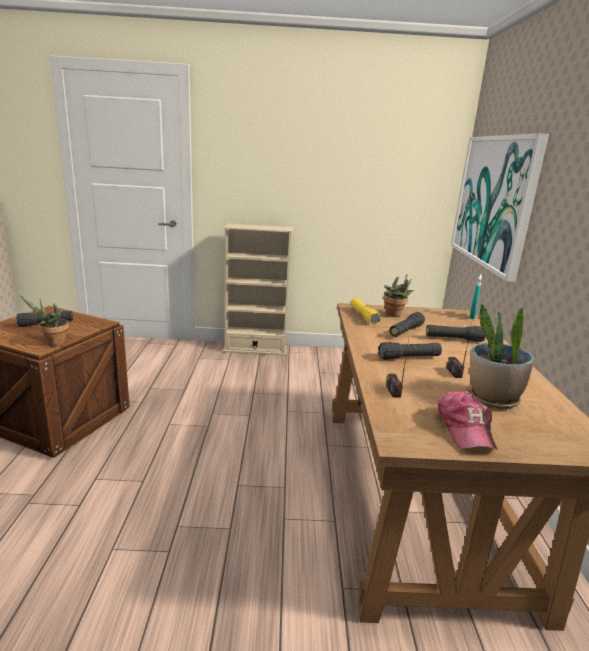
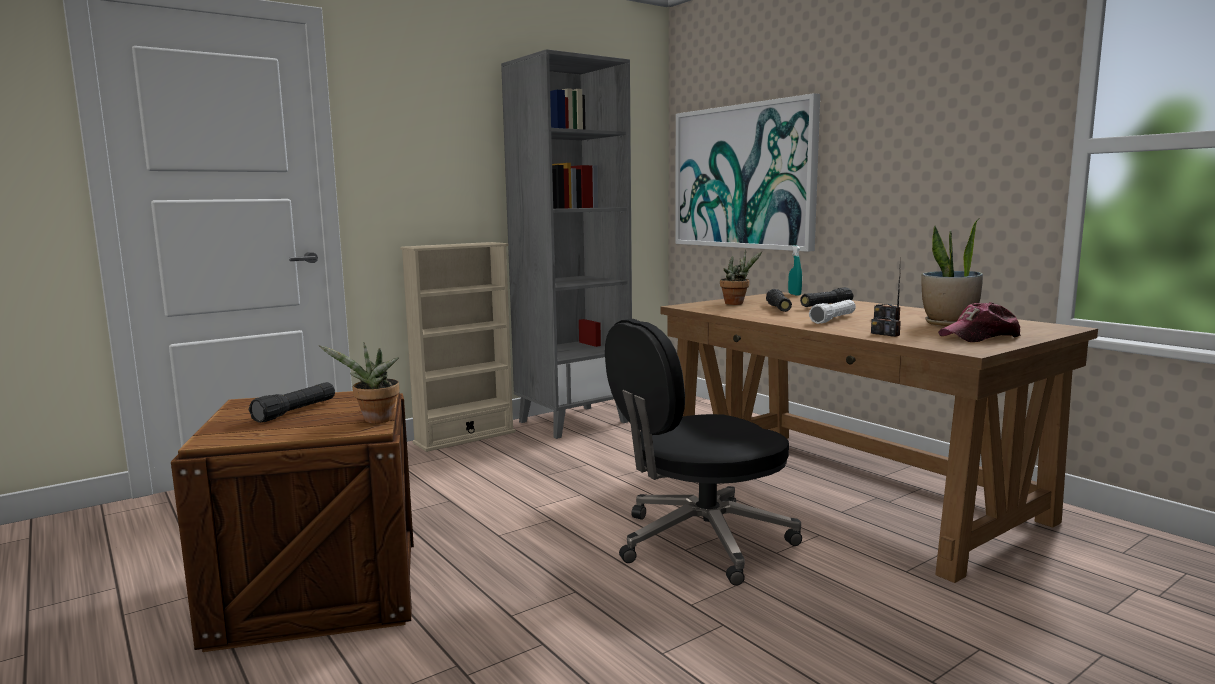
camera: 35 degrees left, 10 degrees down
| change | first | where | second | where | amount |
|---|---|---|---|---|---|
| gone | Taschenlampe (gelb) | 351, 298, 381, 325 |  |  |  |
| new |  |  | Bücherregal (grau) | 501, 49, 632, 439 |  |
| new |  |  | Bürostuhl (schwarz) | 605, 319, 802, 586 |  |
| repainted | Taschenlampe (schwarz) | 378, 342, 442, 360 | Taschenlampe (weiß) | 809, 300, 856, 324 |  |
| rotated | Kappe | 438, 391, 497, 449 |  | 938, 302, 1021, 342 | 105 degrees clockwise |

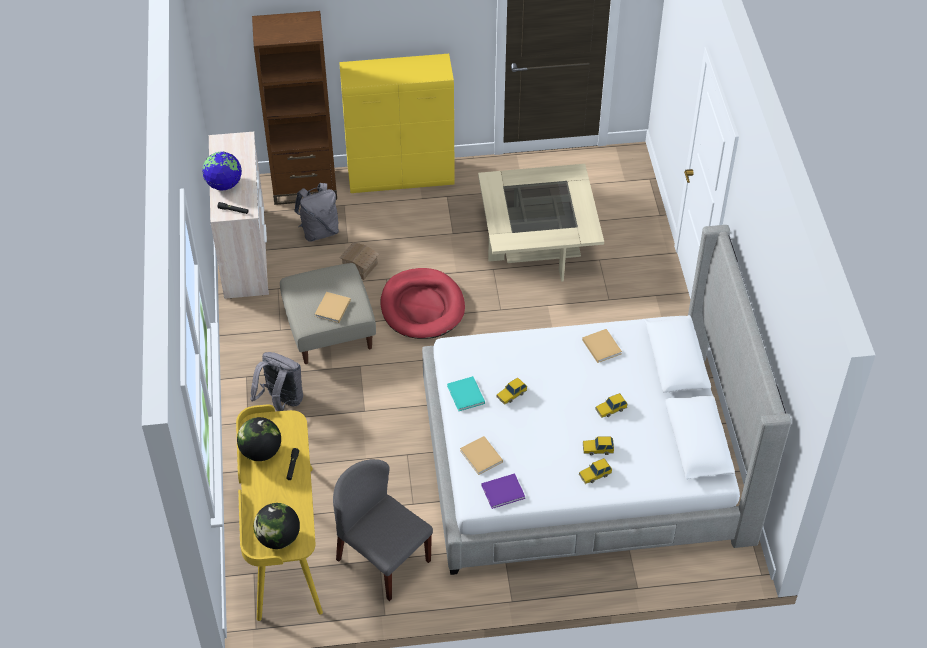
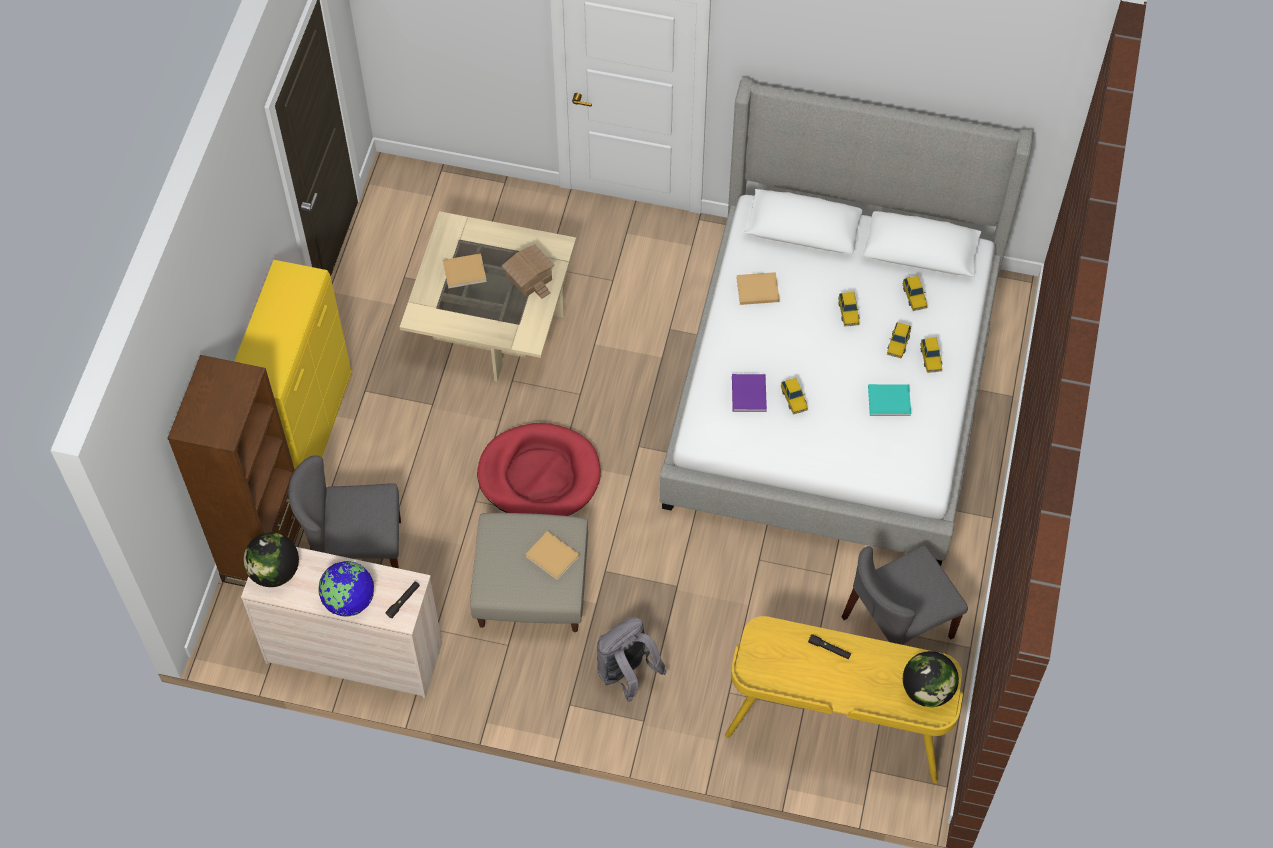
camera: 70 degrees left, 10 degrees up
| change | first | where | second | where | amount |
|---|---|---|---|---|---|
| new |  |  | Spielzeugauto | 902, 276, 928, 311 |  |
| shifted | Globus | 237, 417, 281, 461 |  | 243, 532, 299, 587 |  |
| shifted | Spielzeughaus | 339, 242, 379, 280 |  | 502, 244, 555, 299 |  |
| shifted | Buch (türkis) | 447, 376, 485, 411 |  | 868, 384, 911, 416 |  |
| shifted | Buch (beige) | 460, 436, 503, 475 |  | 443, 253, 487, 289 |  |
| shifted | Buch (lila) | 482, 473, 525, 509 |  | 732, 374, 767, 412 |  |
| swapped | Rucksack (grau) | 294, 183, 339, 242 | Stuhl (grau) | 288, 455, 401, 568 |  |

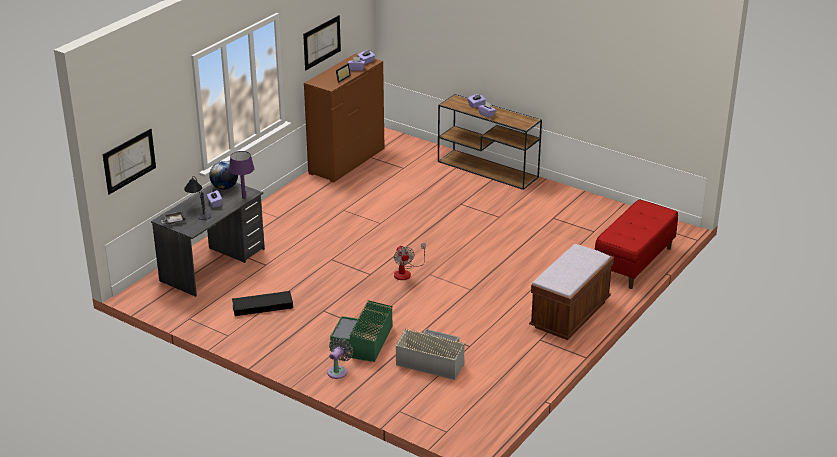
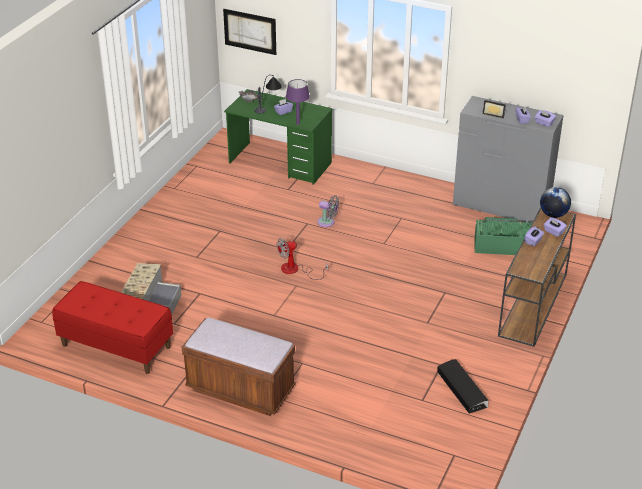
camera: 80 degrees right, 5 degrees up
| change | first | where | second | where | amount |
|---|---|---|---|---|---|
| gone | Bild | 303, 15, 341, 70 |  |  |  |
| shifted | Globus | 209, 161, 238, 190 |  | 540, 187, 571, 218 |  |
| shifted | Aufbewahrungsbox (schwarz) | 232, 291, 293, 316 |  | 437, 359, 489, 414 |  |
| shifted | Ventilator (grau) | 327, 337, 353, 379 |  | 317, 195, 339, 227 |  |
| shifted | Aufbewahrungsbox (grün) | 330, 300, 393, 362 |  | 474, 217, 532, 255 |  |
| shifted | Bank (rot) | 595, 199, 678, 289 |  | 52, 281, 173, 374 |  |
| repainted | Schreibtisch (grau) | 151, 183, 265, 297 | Schreibtisch (grün) | 224, 89, 333, 185 |  |
| repainted | Kommode (braun) | 304, 53, 385, 183 | Kommode (grau) | 453, 96, 563, 223 |  |

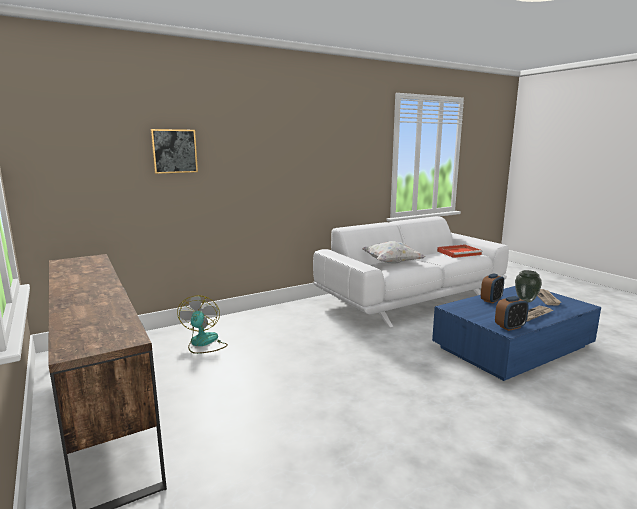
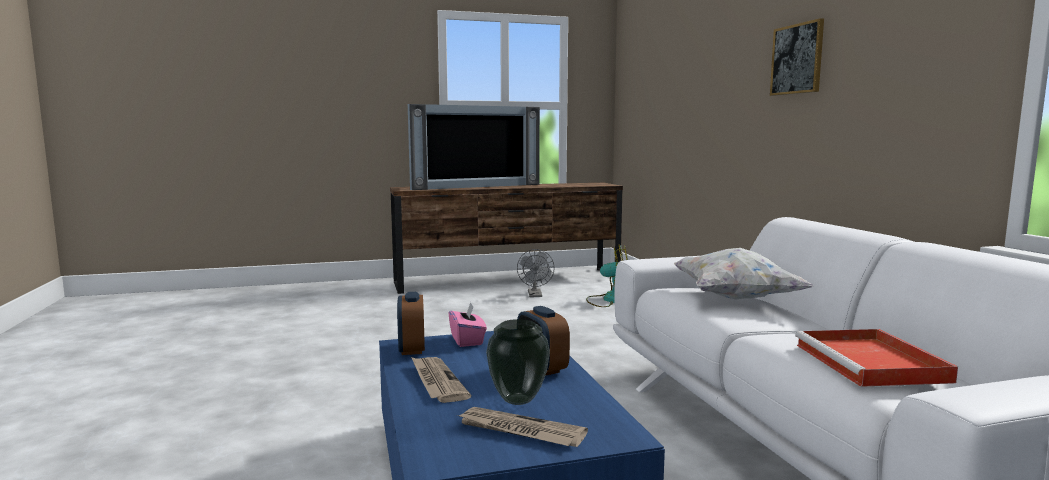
camera: 105 degrees right, 5 degrees down
| change | first | where | second | where | amount |
|---|---|---|---|---|---|
| new |  |  | Fernseher | 408, 104, 540, 190 |  |
| new |  |  | Taschentuchbox (rosa) | 449, 302, 487, 347 |  |
| new |  |  | Ventilator (grau) | 517, 249, 555, 297 |  |
| shifted | Bild | 151, 129, 198, 174 |  | 770, 18, 824, 96 |  |

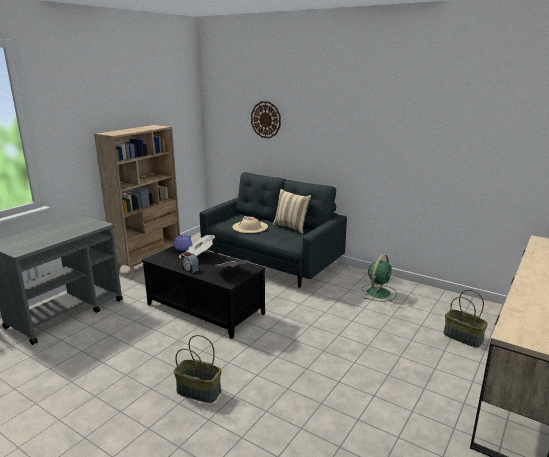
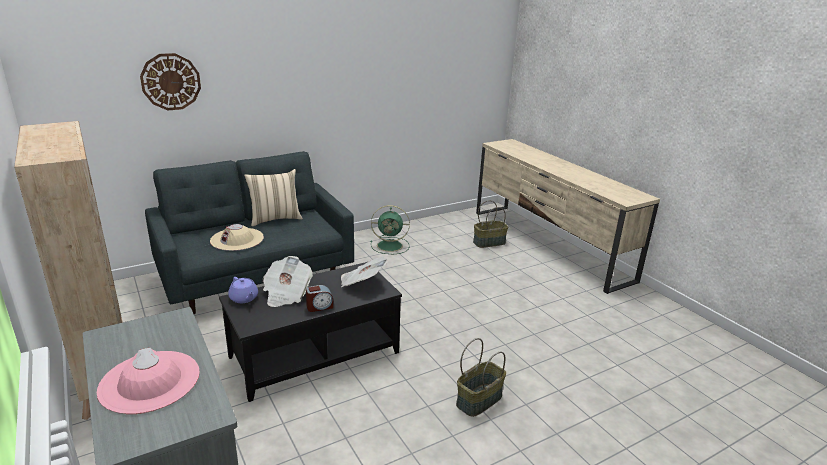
camera: 65 degrees left, 5 degrees up
| change | first | where | second | where | amount |
|---|---|---|---|---|---|
| new |  |  | Hut (rosa) | 97, 348, 200, 414 |  |
| rotated | Ventilator (grün) | 362, 254, 397, 302 |  | 370, 205, 410, 254 | 120 degrees clockwise |

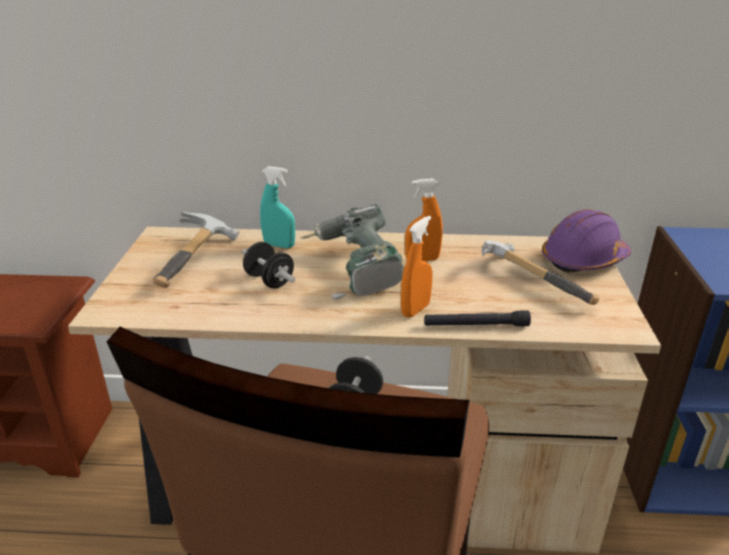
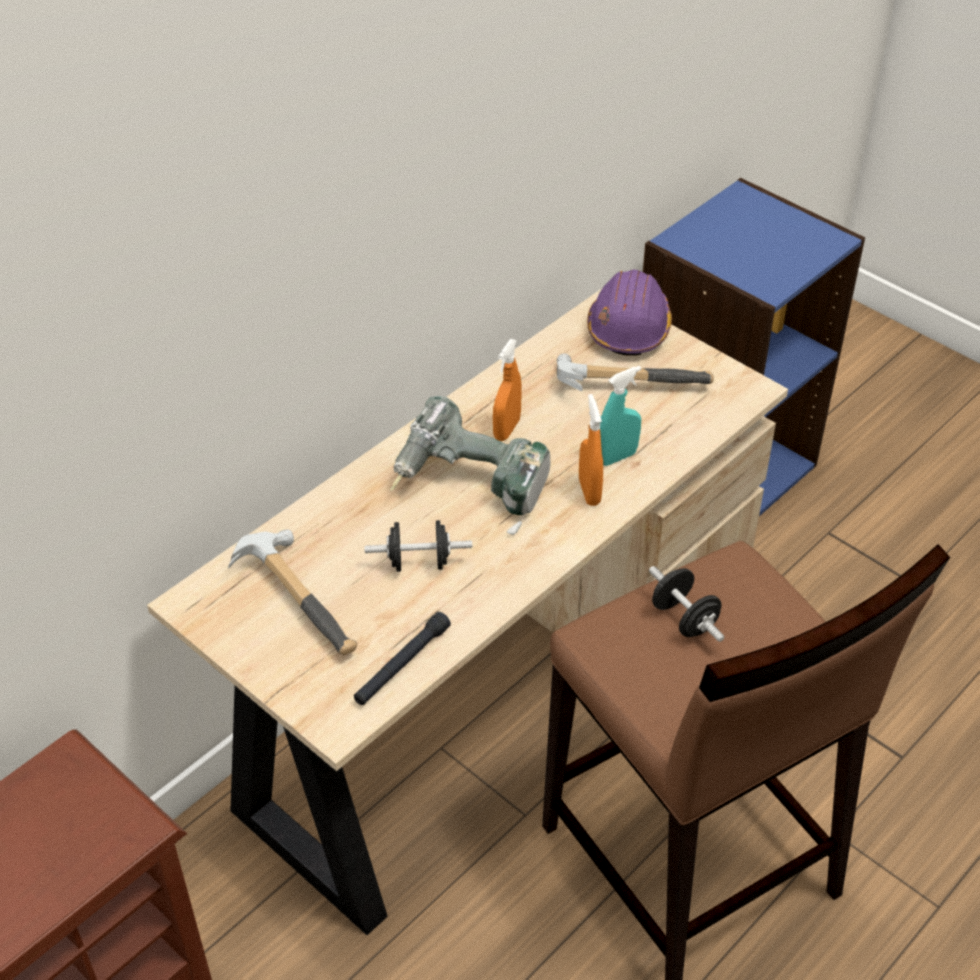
camera: 50 degrees left, 15 degrees up
| change | first | where | second | where | amount |
|---|---|---|---|---|---|
| shifted | Sprühflasche (türkis) | 260, 166, 295, 248 |  | 600, 366, 641, 466 |  |
| shifted | Taschenlampe (schwarz) | 424, 310, 531, 326 |  | 354, 612, 451, 705 |  |

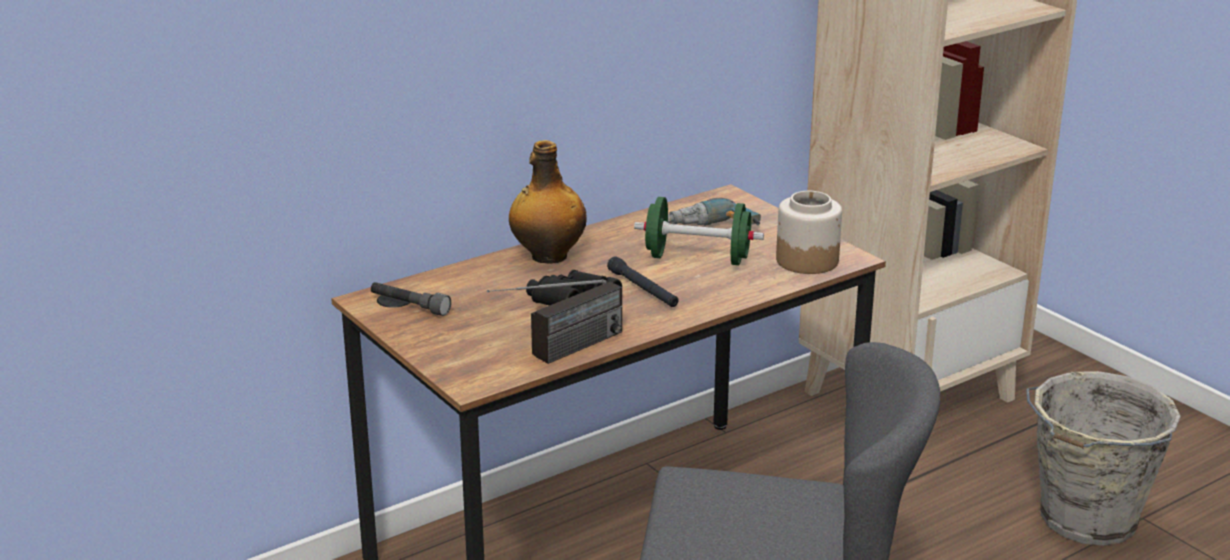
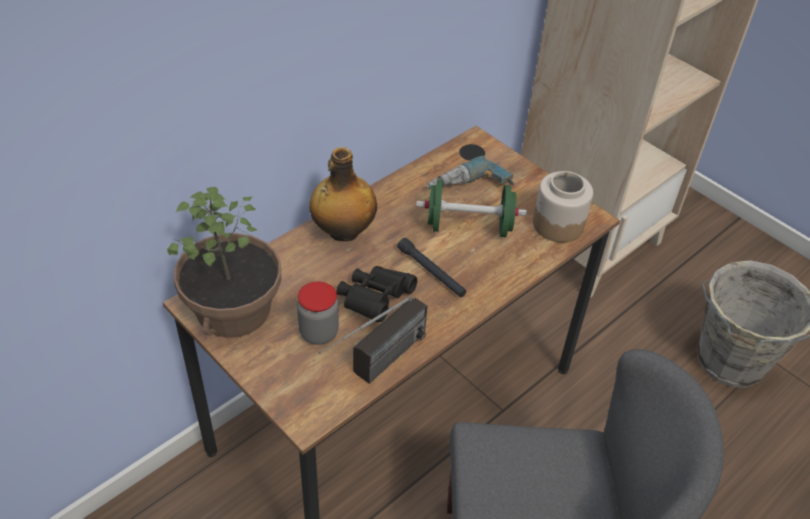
camera: 10 degrees left, 20 degrees up
| change | first | where | second | where | amount |
|---|---|---|---|---|---|
| new |  |  | Vorratsglas | 297, 281, 339, 345 |  |
| swapped | Taschenlampe (grau) | 371, 282, 451, 316 | Topfpflanze | 167, 187, 281, 338 |  |

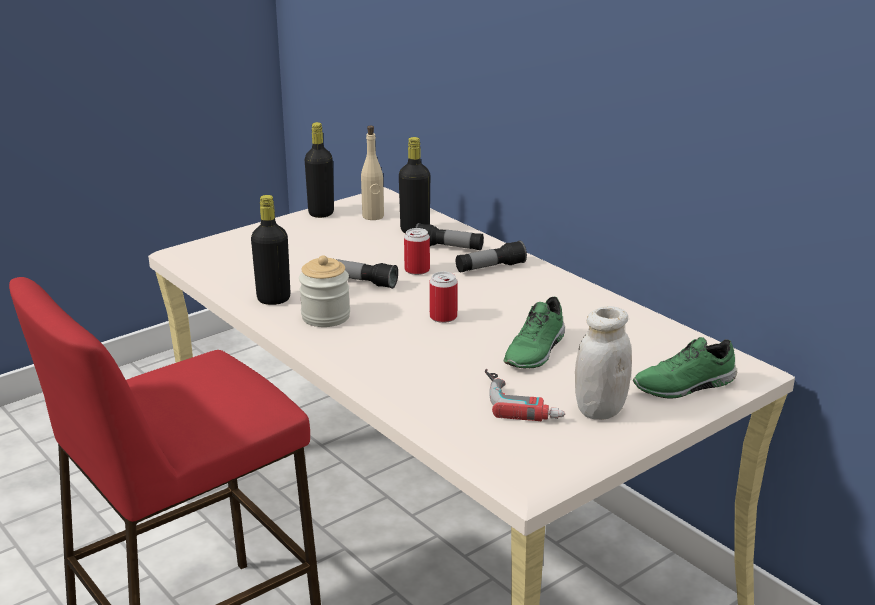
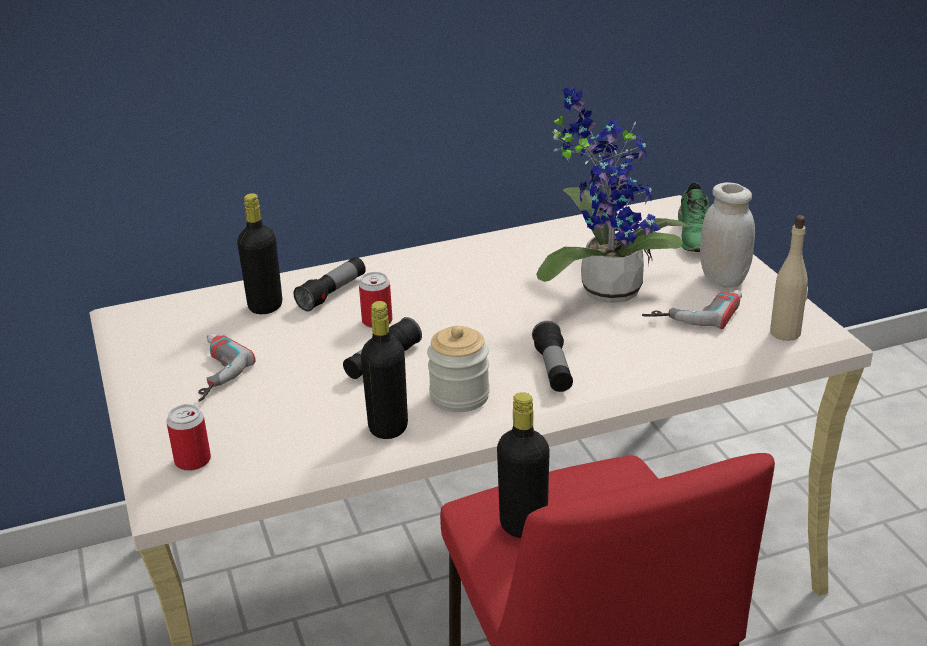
camera: 70 degrees left, 5 degrees up
| change | first | where | second | where | amount |
|---|---|---|---|---|---|
| new |  |  | Bohrmaschine | 198, 333, 255, 402 |  |
| shifted | Flasche (schwarz) | 305, 122, 334, 218 |  | 497, 392, 550, 538 |  |
| shifted | Flasche (beige) | 361, 126, 384, 220 |  | 770, 215, 808, 341 |  |
| shifted | Dose | 429, 272, 458, 323 |  | 166, 404, 211, 471 |  |
| shifted | Taschenlampe | 456, 240, 527, 272 |  | 532, 321, 573, 392 |  |
| swapped | Schuh (grün) | 504, 297, 565, 369 | Topfpflanze | 536, 87, 689, 303 |  |

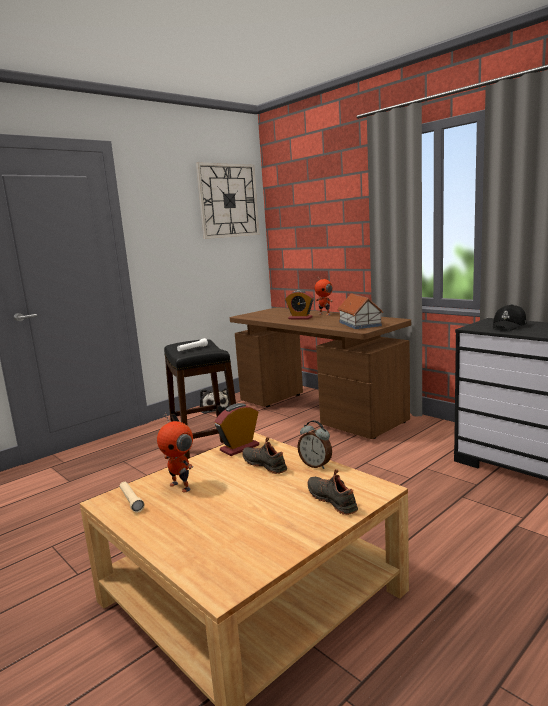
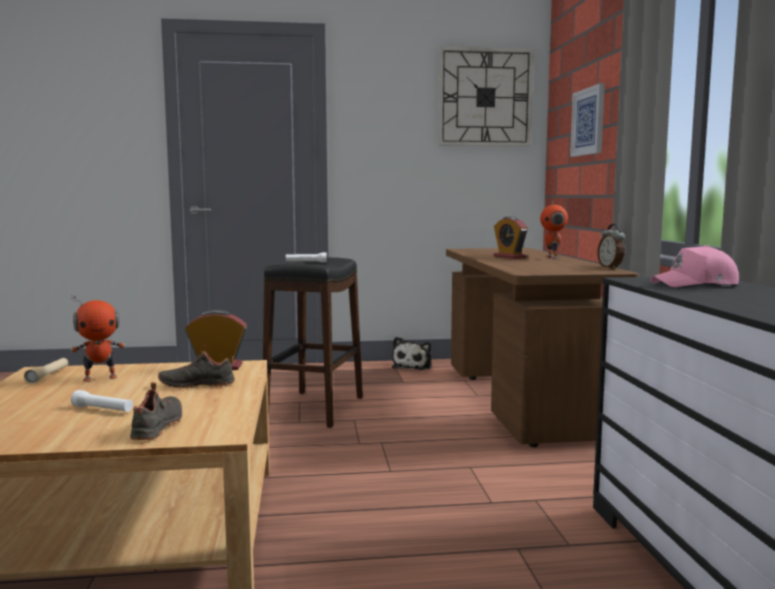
camera: 35 degrees right, 5 degrees down
| change | first | where | second | where | amount |
|---|---|---|---|---|---|
| gone | Spielzeughaus | 338, 293, 383, 329 |  |  |  |
| new |  |  | Taschenlampe (weiß) | 71, 390, 133, 412 |  |
| new |  |  | Bild | 570, 83, 605, 157 |  |
| shifted | Wecker | 297, 420, 332, 469 |  | 597, 224, 625, 269 |  |
| repainted | Kappe (schwarz) | 493, 304, 527, 330 | Kappe (rosa) | 651, 245, 739, 288 |  |
| rotated | Spielzeugroboter | 157, 412, 193, 493 |  | 71, 295, 125, 382 | 105 degrees counterclockwise |
| rotated | Schuh (schwarz) | 242, 437, 287, 474 |  | 158, 345, 235, 388 | 90 degrees counterclockwise |

